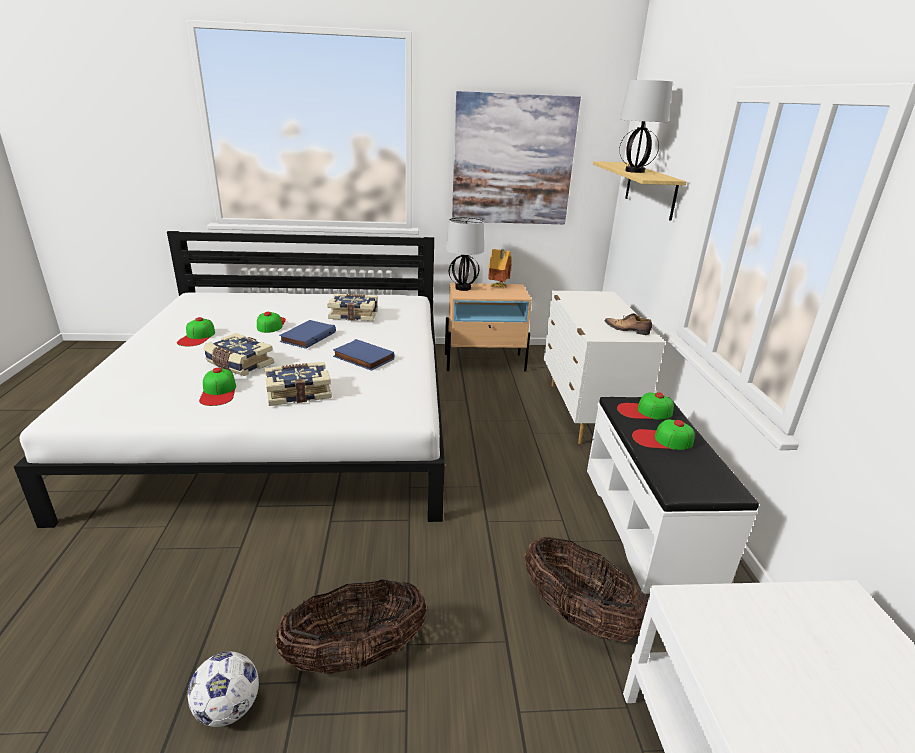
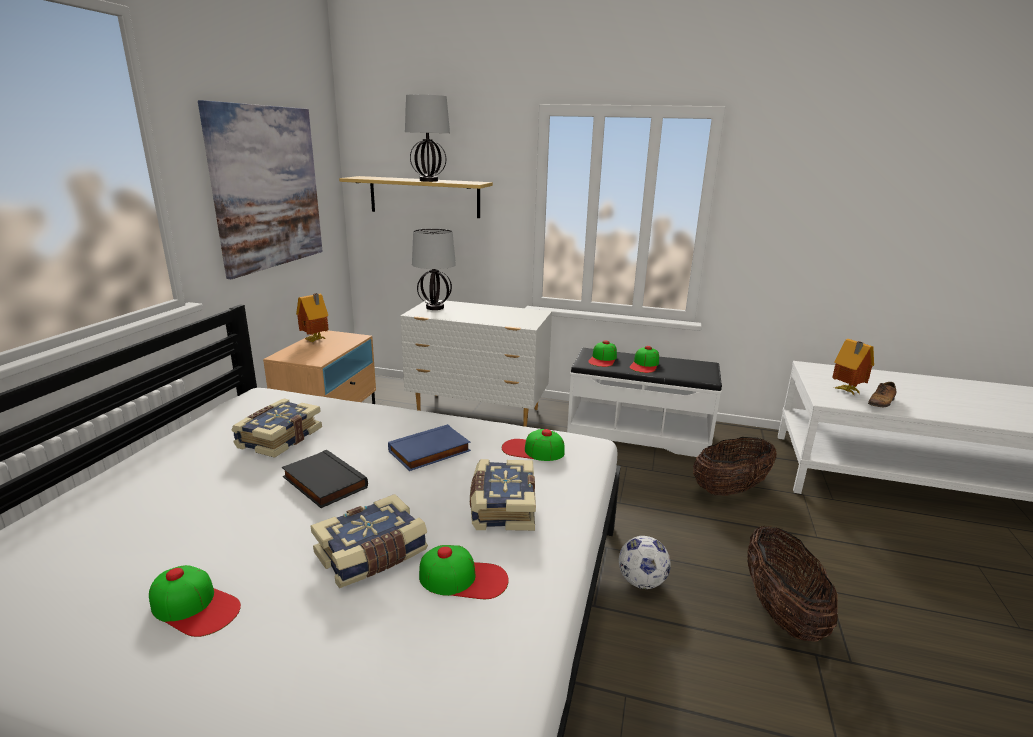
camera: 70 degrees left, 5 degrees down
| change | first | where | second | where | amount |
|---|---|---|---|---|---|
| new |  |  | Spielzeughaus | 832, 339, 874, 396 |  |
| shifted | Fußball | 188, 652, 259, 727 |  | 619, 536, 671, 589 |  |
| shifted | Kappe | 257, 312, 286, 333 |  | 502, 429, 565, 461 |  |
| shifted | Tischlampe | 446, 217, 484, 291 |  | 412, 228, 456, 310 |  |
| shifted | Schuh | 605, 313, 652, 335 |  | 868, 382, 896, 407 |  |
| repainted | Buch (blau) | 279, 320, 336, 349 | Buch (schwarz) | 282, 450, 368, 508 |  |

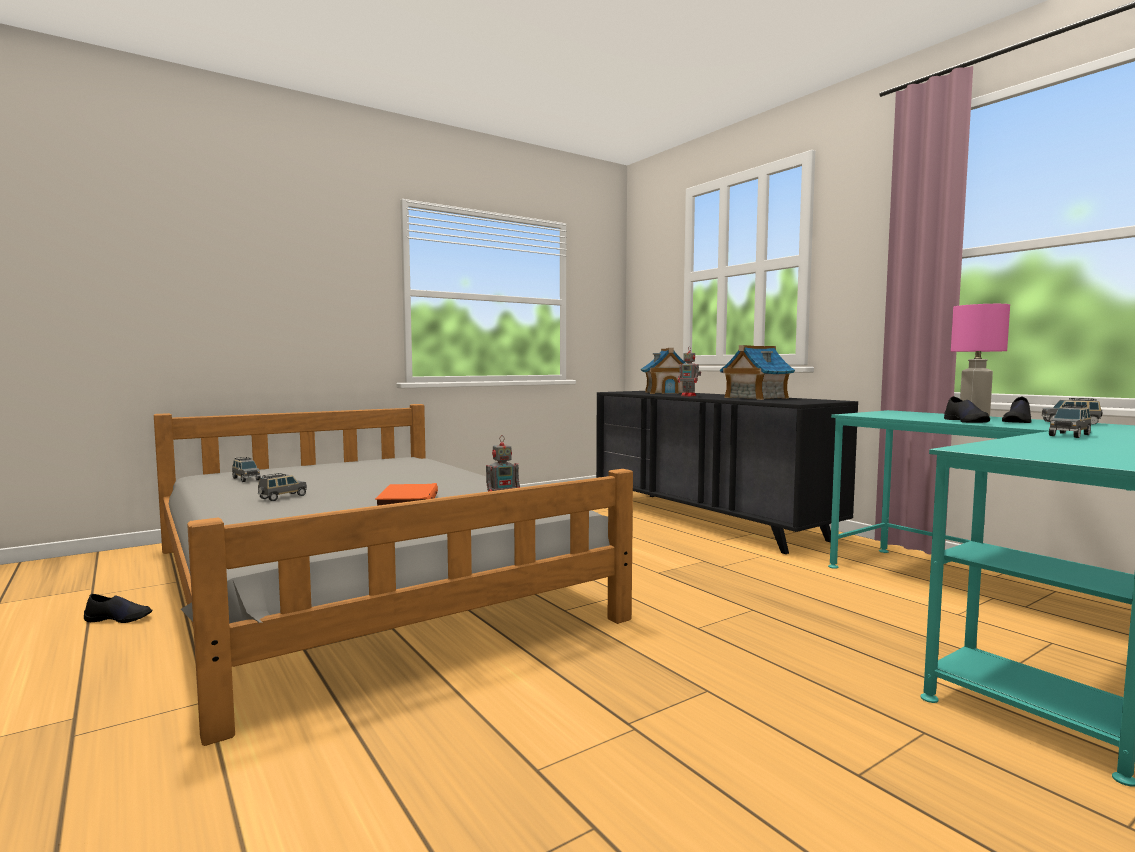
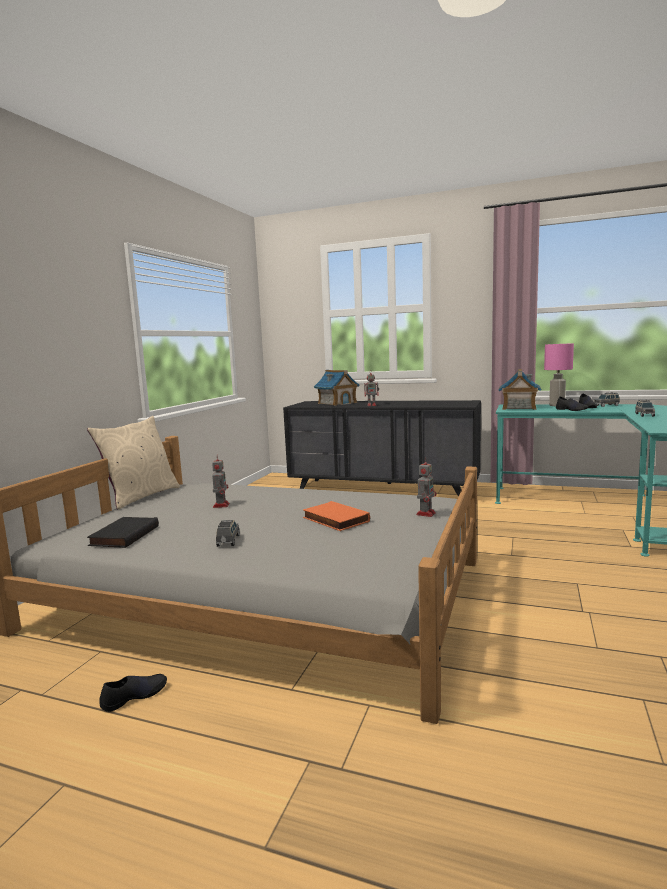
camera: 35 degrees left, 5 degrees up
| change | first | where | second | where | amount |
|---|---|---|---|---|---|
| new |  |  | Kissen (beige) | 87, 416, 180, 510 |  |
| new |  |  | Spielzeugroboter | 212, 455, 229, 508 |  |
| shifted | Spielzeughaus | 720, 345, 795, 400 |  | 499, 369, 541, 410 |  |
| swapped | Spielzeugauto (grau) | 232, 457, 261, 482 | Buch (schwarz) | 87, 517, 159, 548 |  |

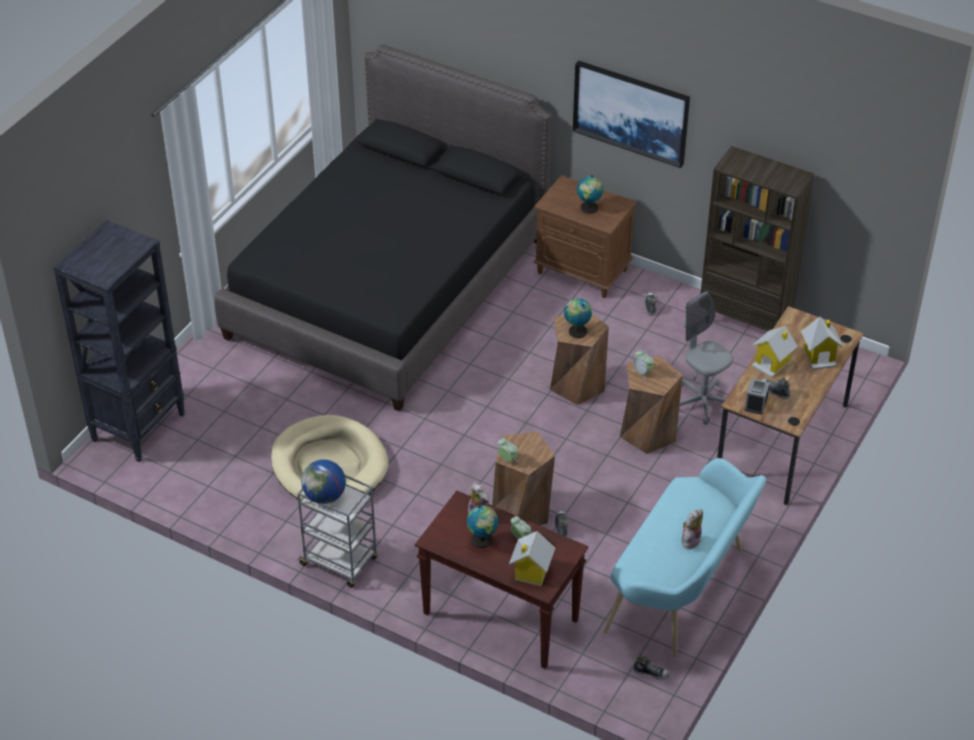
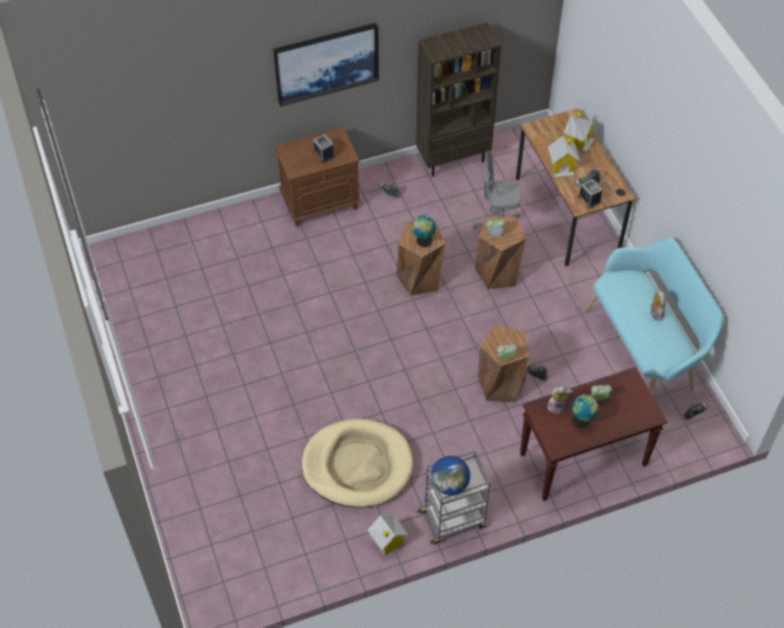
camera: 50 degrees left, 10 degrees up
| change | first | where | second | where | amount |
|---|---|---|---|---|---|
| gone | Bücherregal (schwarz) | 54, 220, 185, 462 |  |  |  |
| gone | Bett (schwarz) | 214, 45, 551, 411 |  |  |  |
| shifted | Spielzeughaus | 509, 531, 555, 586 |  | 368, 514, 408, 556 |  |
| swapped | Globus | 577, 175, 603, 214 | Wecker | 313, 134, 335, 163 |  |

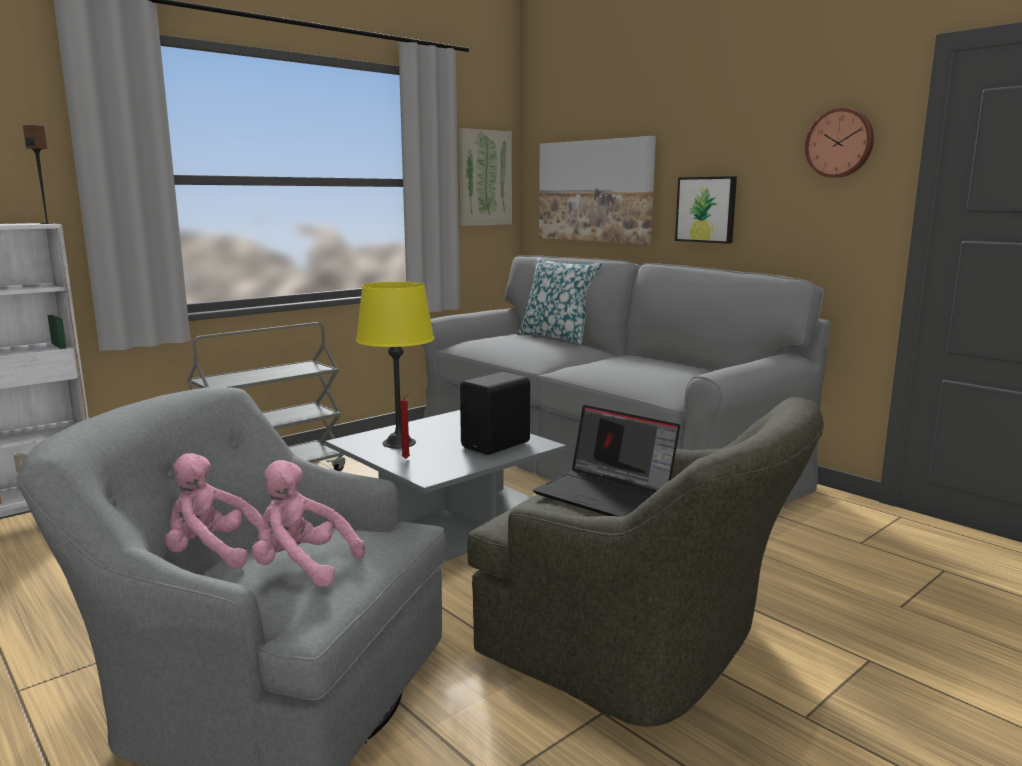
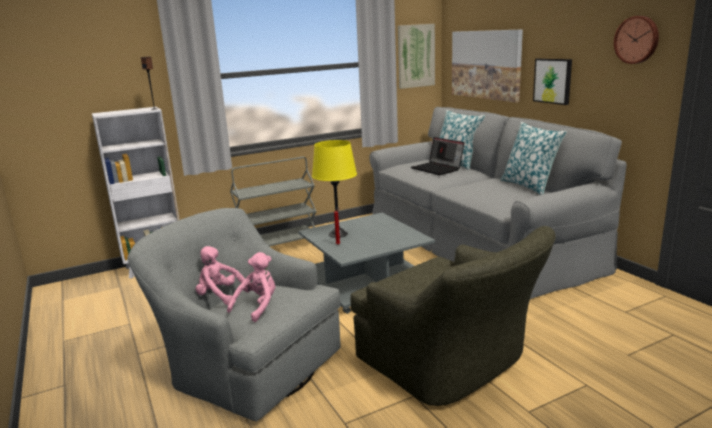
camera: 15 degrees right, 5 degrees up
| change | first | where | second | where | amount |
|---|---|---|---|---|---|
| gone | Lautsprecher (schwarz) | 460, 372, 530, 455 |  |  |  |
| new |  |  | Kissen | 500, 122, 567, 195 |  |
| shifted | Laptop | 533, 405, 680, 516 |  | 411, 137, 464, 175 |  |
| rotated | Plüschtier (rosa) | 252, 460, 365, 587 |  | 227, 252, 275, 322 | 90 degrees clockwise |

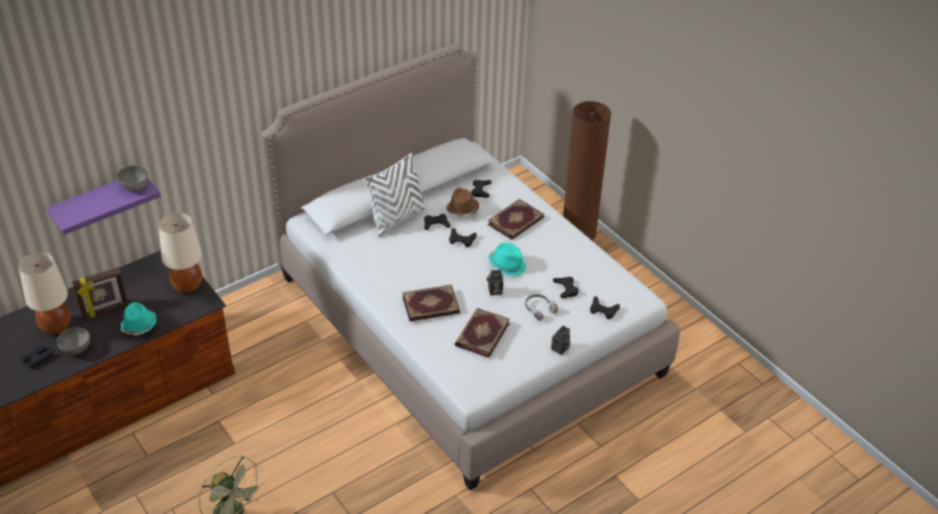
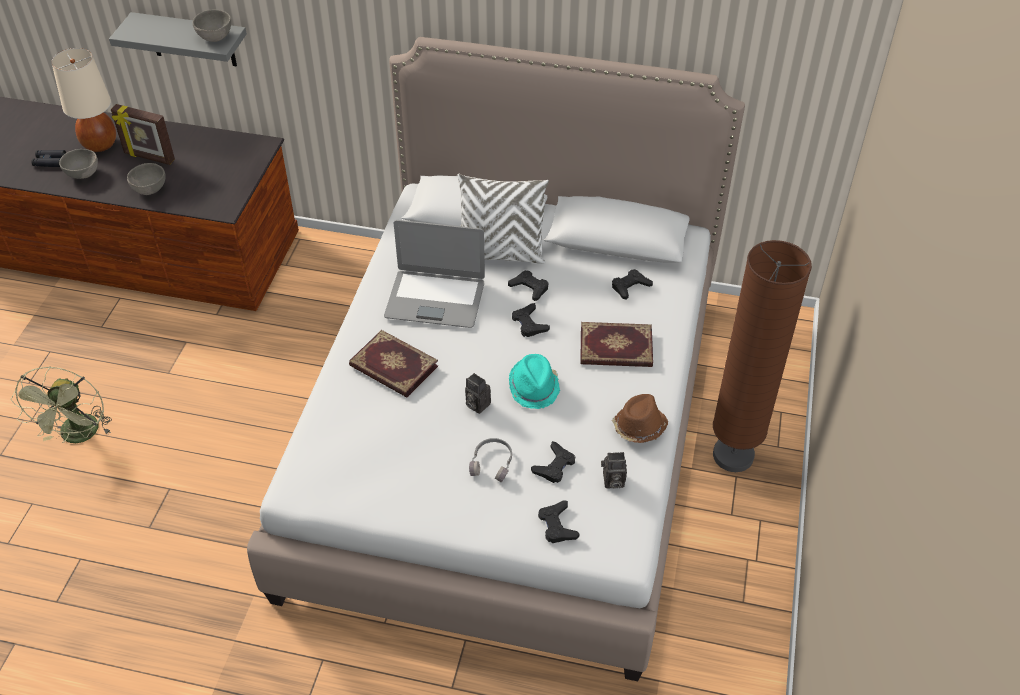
camera: 50 degrees right, 5 degrees up
| change | first | where | second | where | amount |
|---|---|---|---|---|---|
| gone | Tischlampe (beige) | 159, 212, 202, 293 |  |  |  |
| gone | Buch | 455, 308, 510, 358 |  |  |  |
| new |  |  | Laptop | 384, 220, 485, 328 |  |
| shifted | Hut (braun) | 446, 188, 479, 216 |  | 612, 394, 668, 443 |  |
| shifted | Kamera | 551, 326, 570, 355 |  | 601, 452, 627, 488 |  |
| swapped | Hut (türkis) | 121, 302, 157, 335 | Schüssel (grau) | 127, 163, 166, 195 |  |
| repainted | Wandregal (lila) | 46, 178, 161, 235 | Wandregal (grau) | 109, 12, 247, 66 |  |

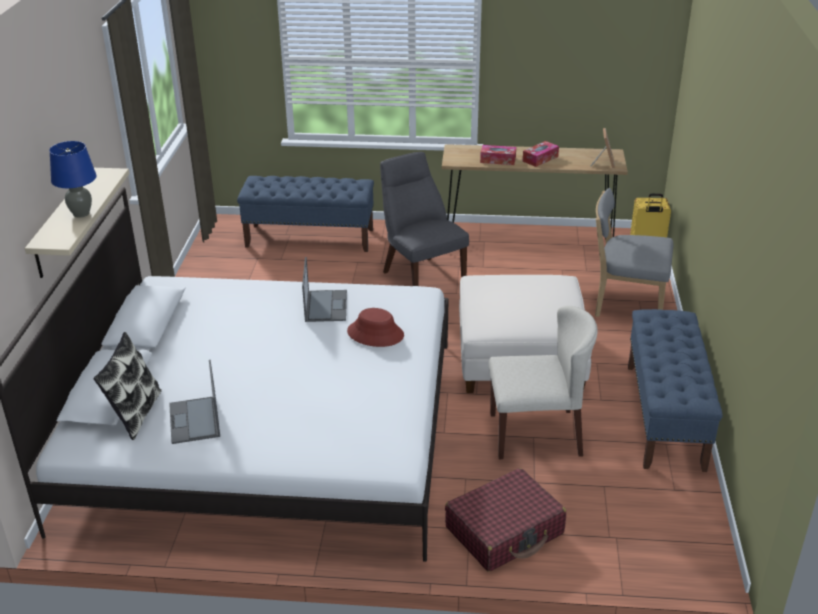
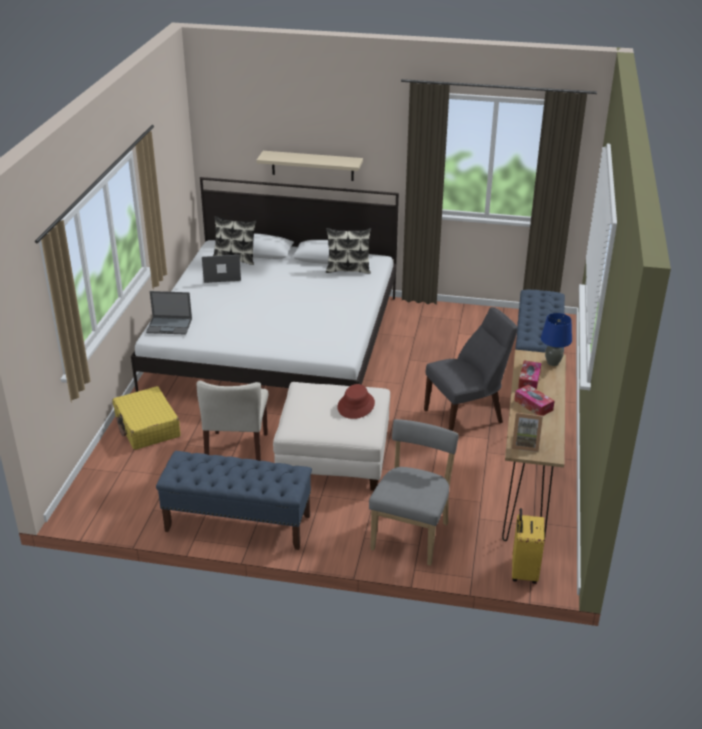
camera: 95 degrees right, 0 degrees up
| change | first | where | second | where | amount |
|---|---|---|---|---|---|
| new |  |  | Kissen | 326, 228, 371, 273 |  |
| shifted | Tischlampe (blau) | 49, 141, 96, 218 |  | 541, 313, 572, 366 |  |
| shifted | Laptop | 302, 257, 347, 322 |  | 146, 291, 192, 335 |  |
| shifted | Hut (rot) | 347, 308, 404, 347 |  | 337, 384, 375, 419 |  |
| repainted | Koffer (rot) | 445, 468, 566, 572 | Koffer (gelb) | 113, 386, 180, 450 |  |

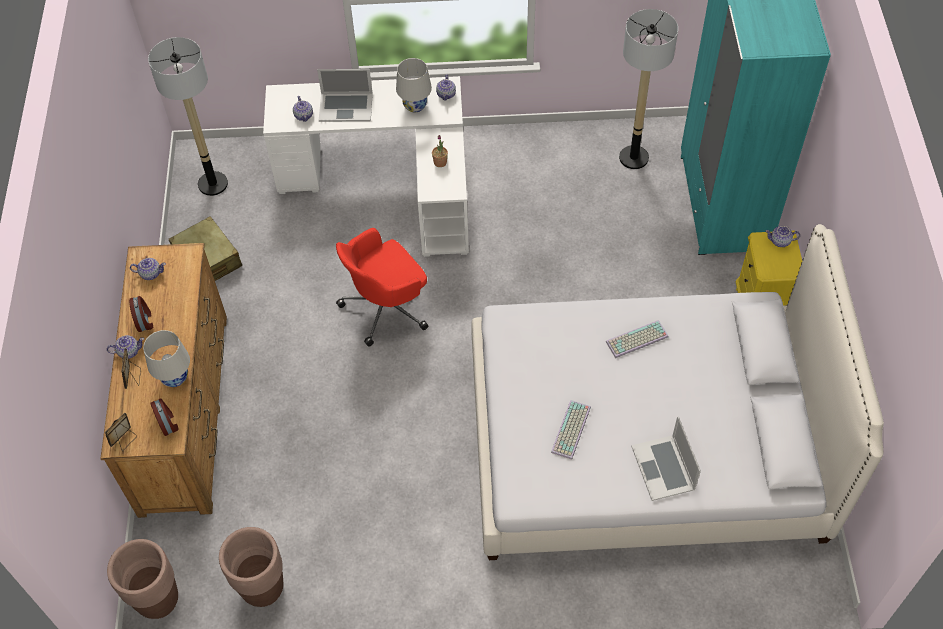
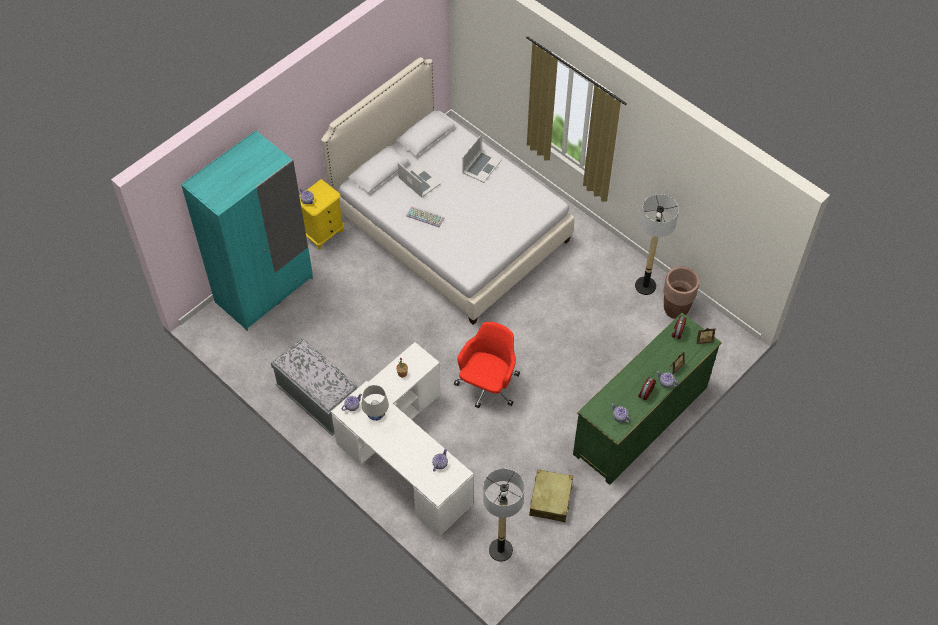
camera: 135 degrees left, 0 degrees up
| change | first | where | second | where | amount |
|---|---|---|---|---|---|
| gone | Pflanzkübel (braun) | 107, 539, 178, 619 |  |  |  |
| gone | Tischlampe (weiß) | 143, 330, 190, 387 |  |  |  |
| gone | Tastatur | 551, 400, 591, 460 |  |  |  |
| new |  |  | Bank (grau) | 271, 338, 358, 436 |  |
| shifted | Laptop | 317, 69, 373, 122 |  | 398, 162, 441, 197 |  |
| shifted | Stehlampe | 619, 9, 678, 169 |  | 635, 194, 679, 295 |  |
| repainted | Kommode (braun) | 100, 243, 227, 518 | Kommode (grün) | 573, 313, 722, 485 |  |
| rotated | Bürostuhl (rot) | 336, 228, 428, 347 |  | 454, 322, 520, 408 | 75 degrees counterclockwise |

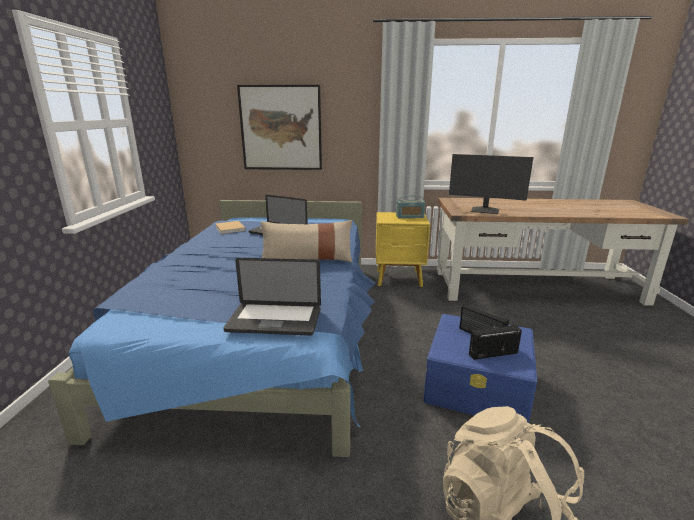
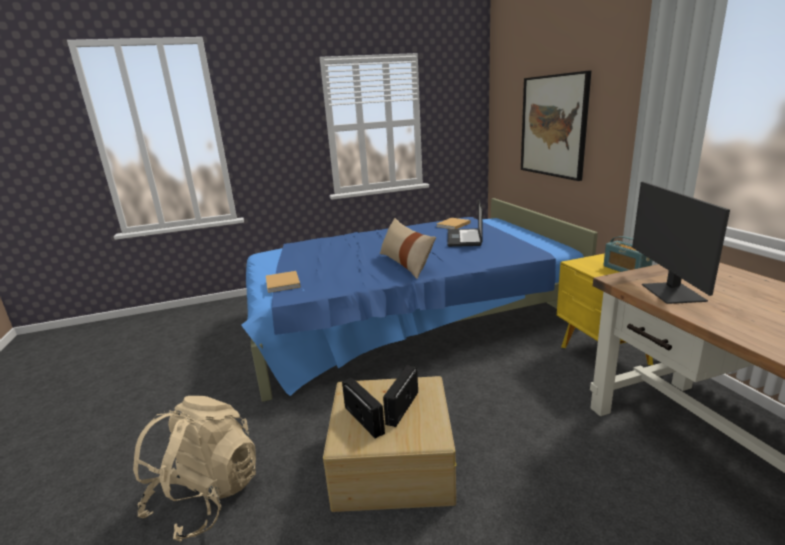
camera: 70 degrees right, 0 degrees up
| change | first | where | second | where | amount |
|---|---|---|---|---|---|
| swapped | Laptop | 224, 258, 321, 336 | Buch (beige) | 266, 271, 301, 293 |  |
| repainted | Aufbewahrungsbox (blau) | 423, 314, 537, 423 | Aufbewahrungsbox (beige) | 323, 376, 456, 512 |  |

